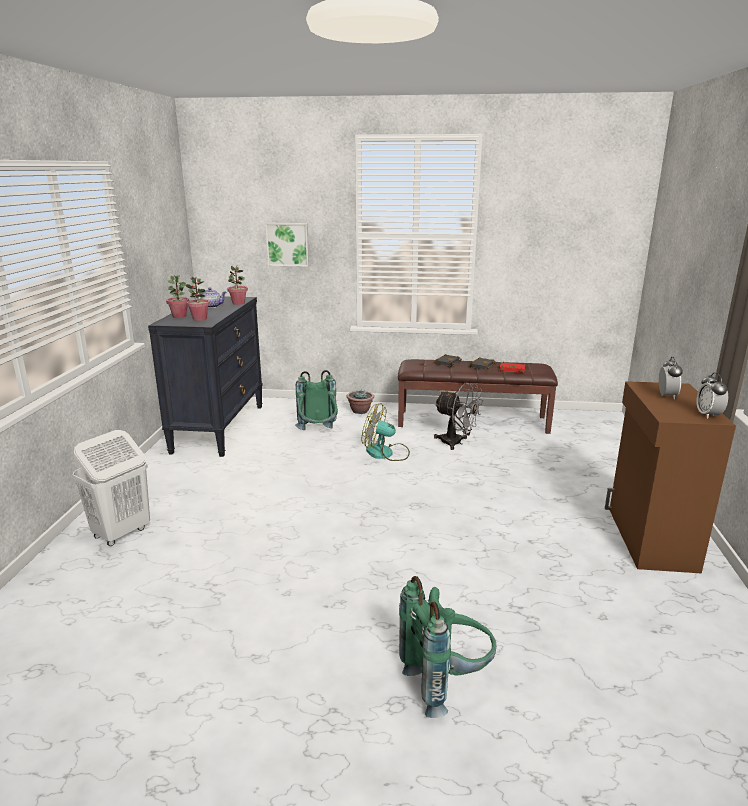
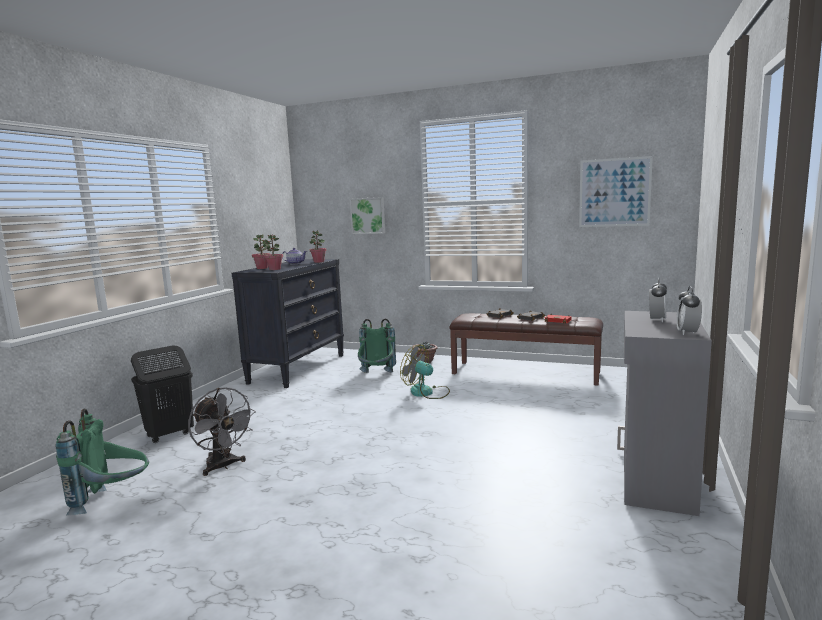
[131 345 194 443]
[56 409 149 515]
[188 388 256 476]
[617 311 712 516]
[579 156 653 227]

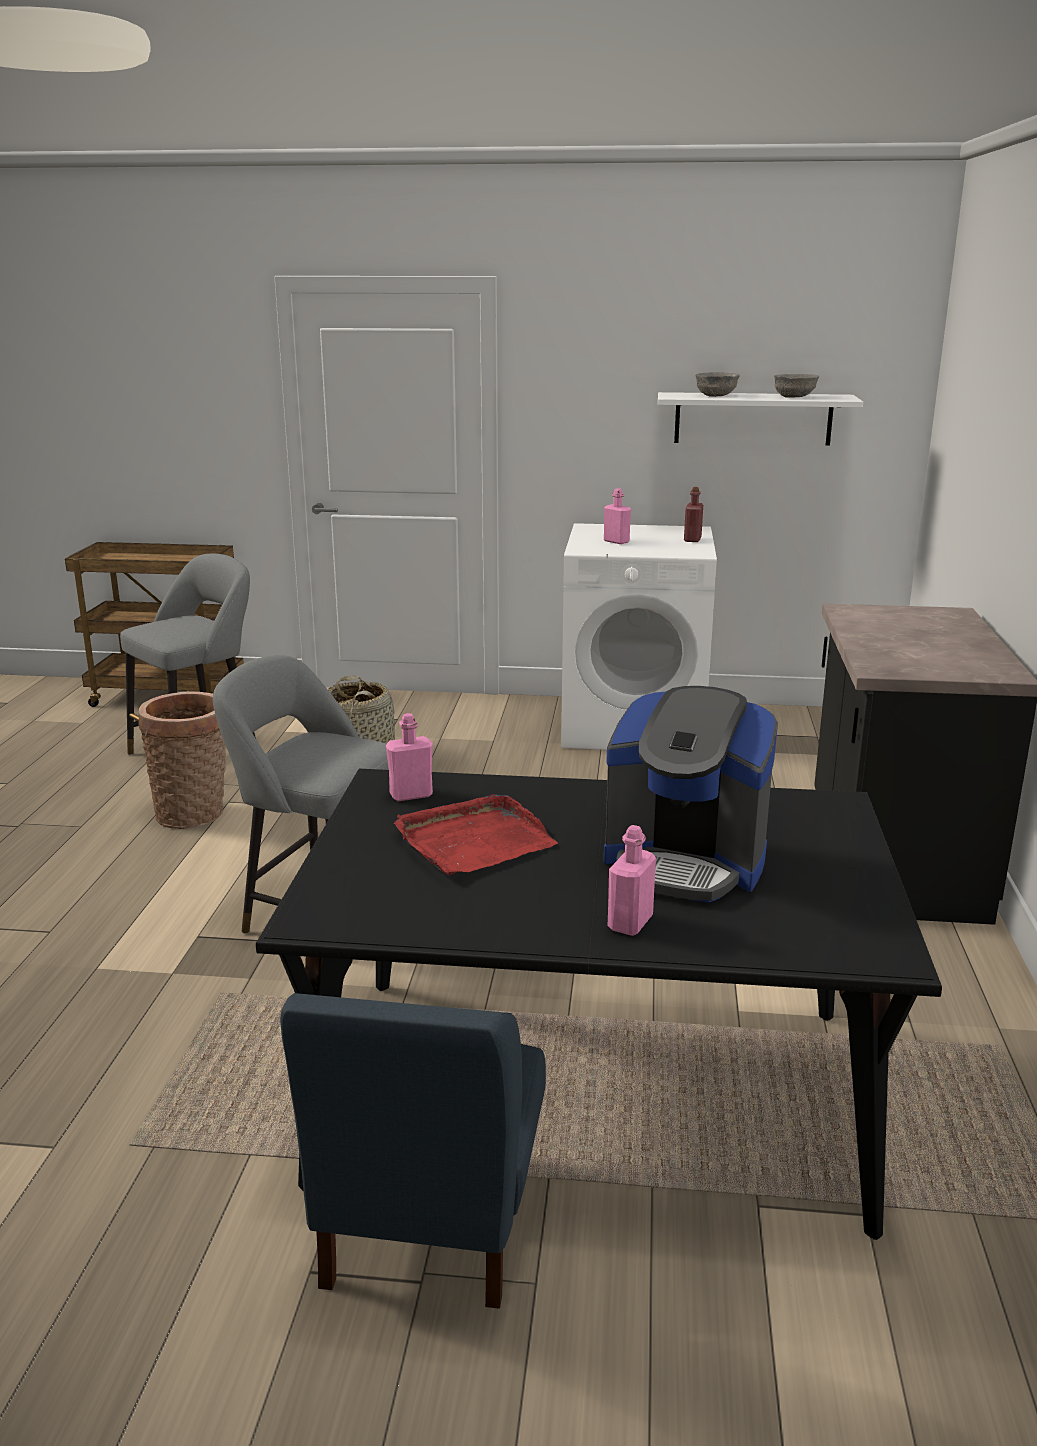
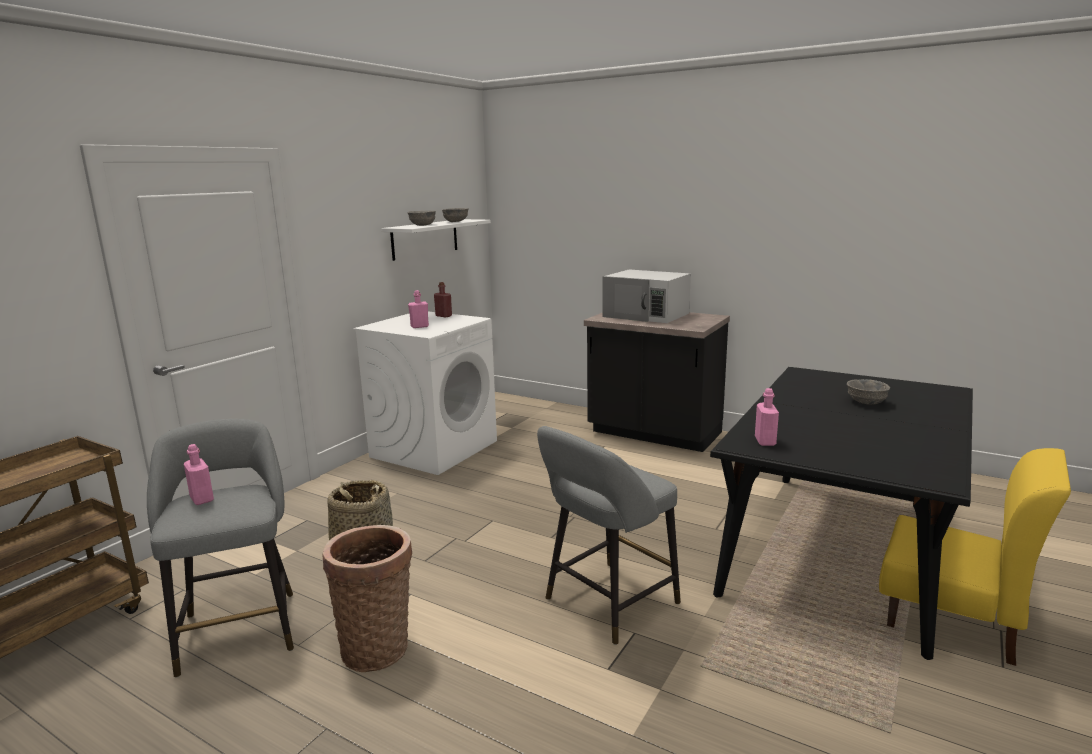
[879 448 1071 666]
[394 794 558 875] (first image)
[847 379 890 405]
[184 444 214 505]
[602 270 691 323]

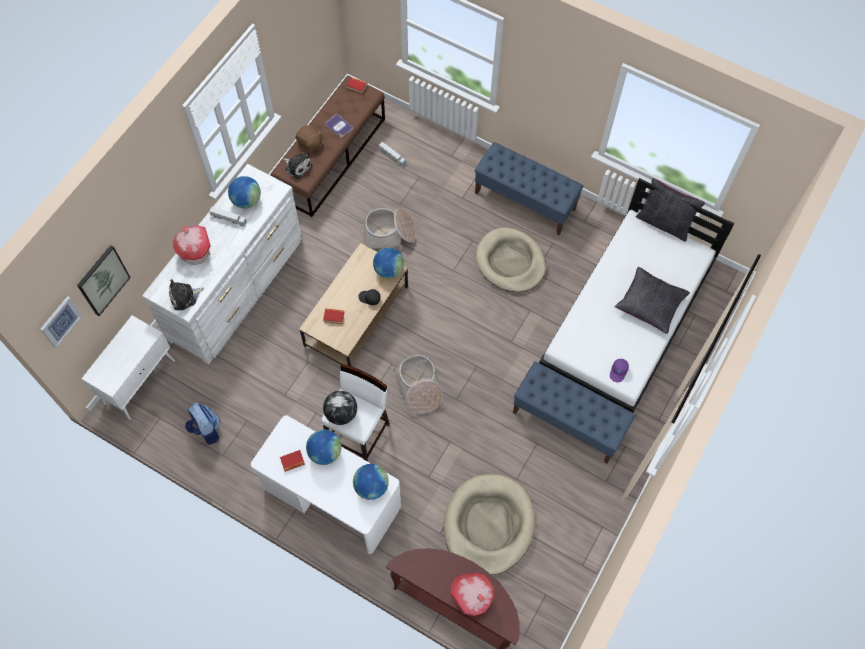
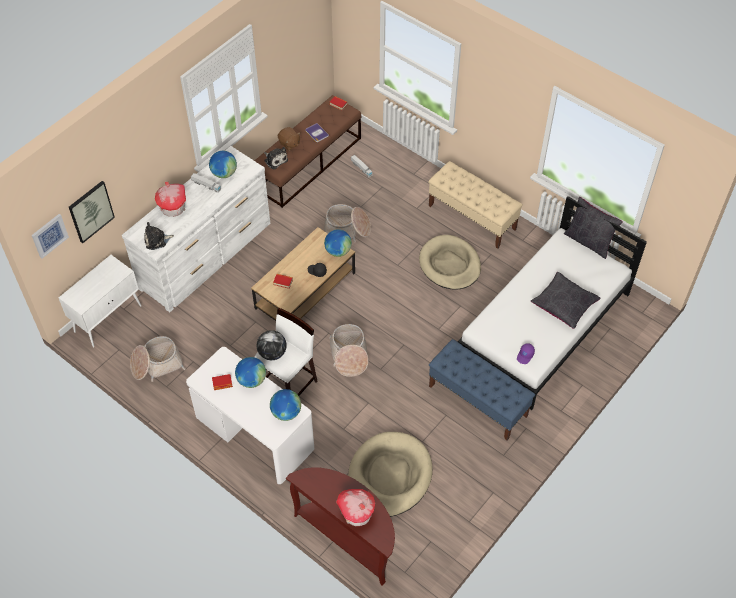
[130 336 185 382]
[428 161 523 249]

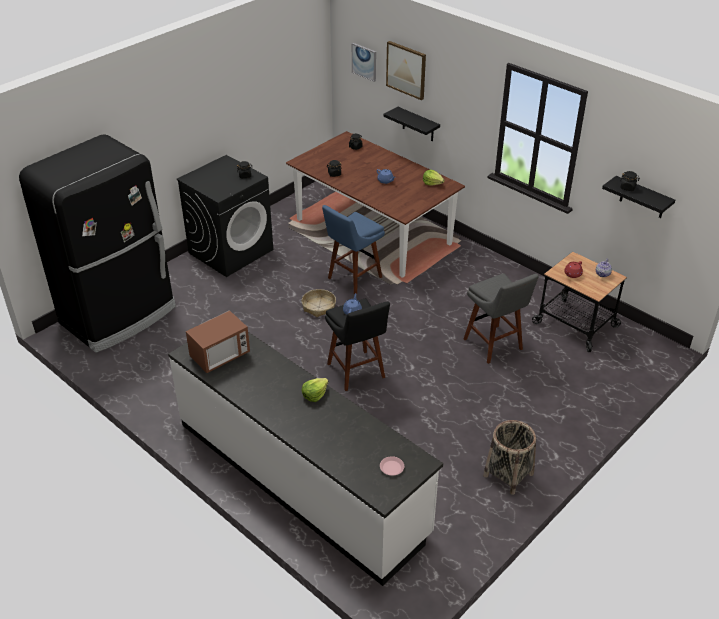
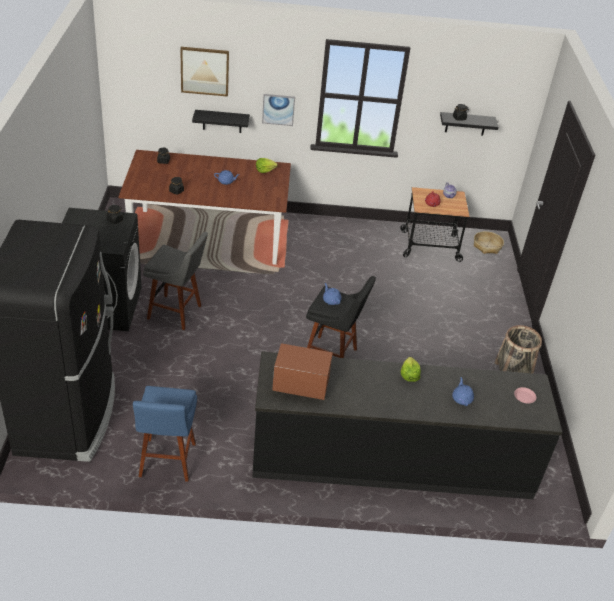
[252 351 562 499]
[272 343 333 400]
[474 231 504 254]
[133 386 197 482]
[262 94 295 126]
[143 232 208 330]
[452 377 474 406]

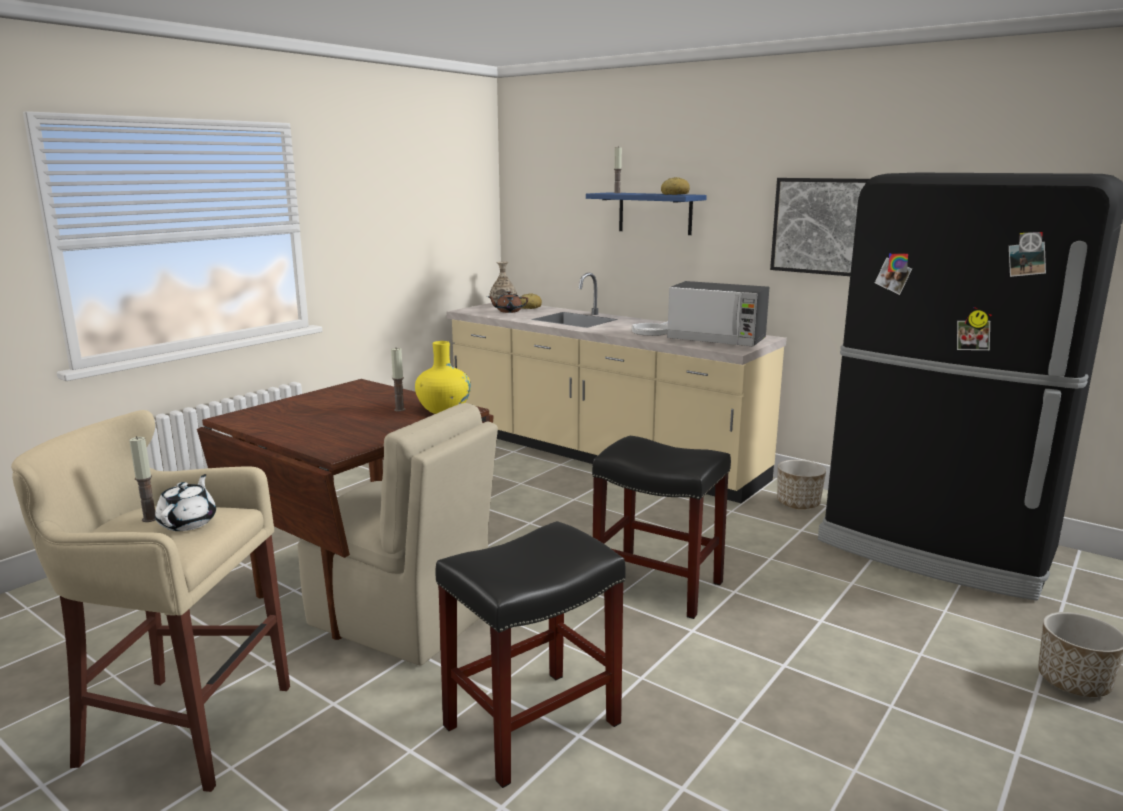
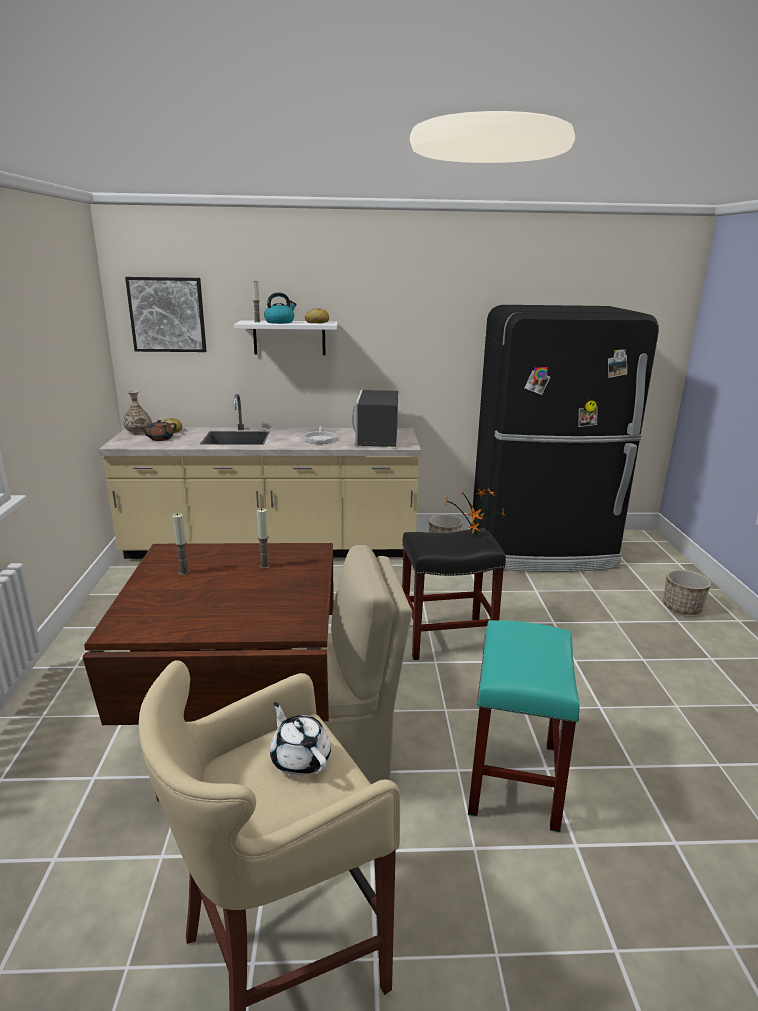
[172 514 190 575]
[415 341 471 414] (first image)
[468 620 580 833]
[234 320 337 355]
[352 390 398 447]
[125 277 206 352]
[264 292 297 324]
[445 488 504 536]

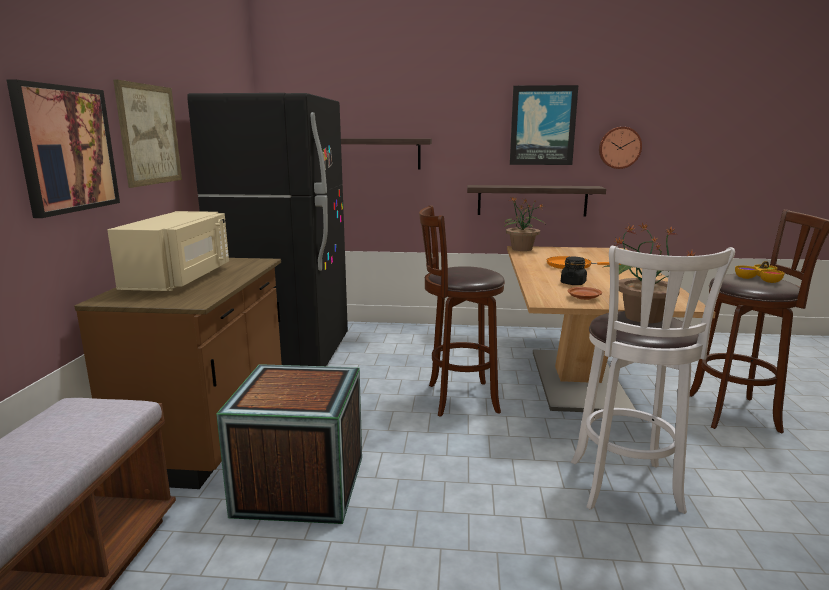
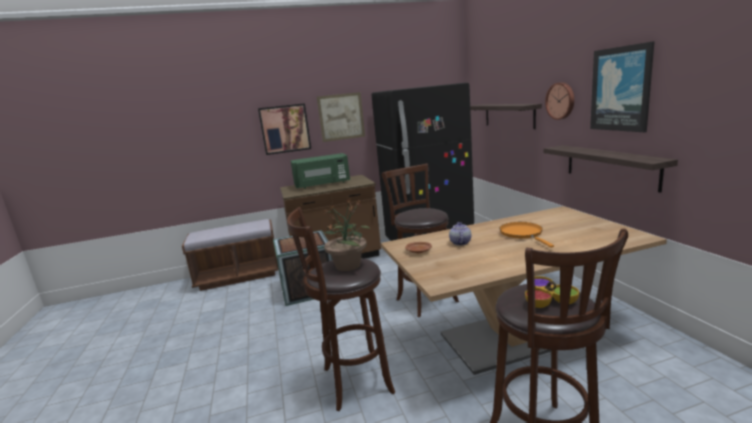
[291 153 350 189]
[504 197 544 251] (first image)
[449 222 471 246]
[287 207 395 411]
[545 82 574 120]

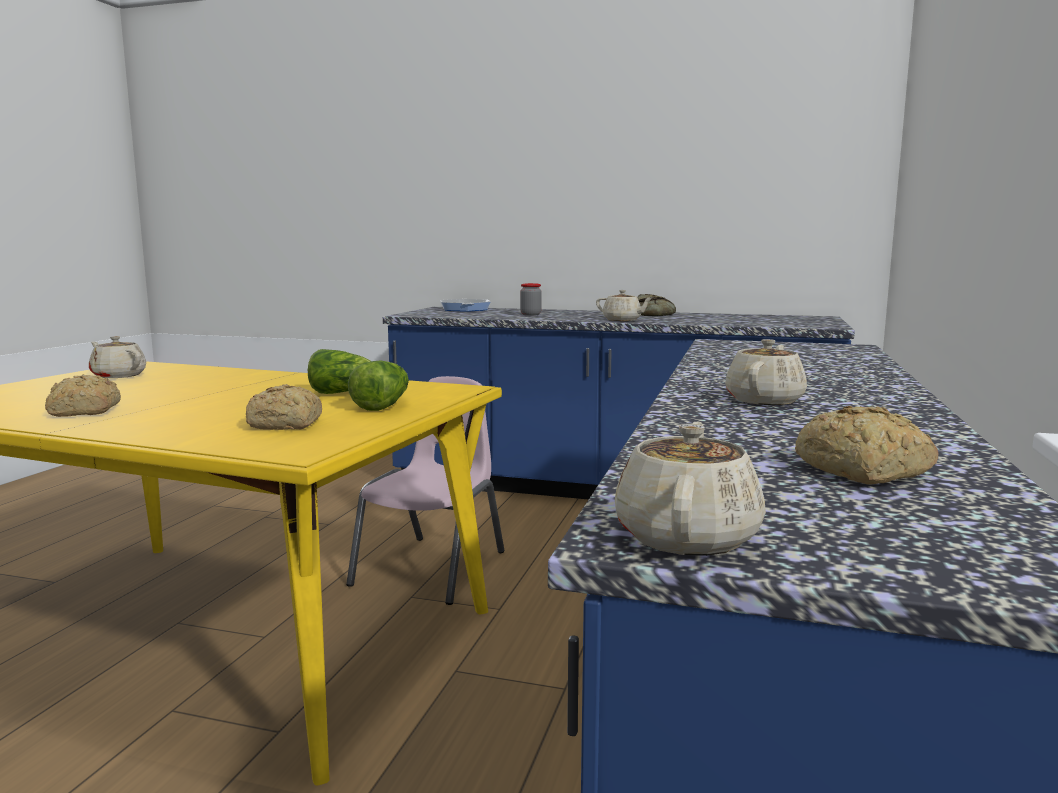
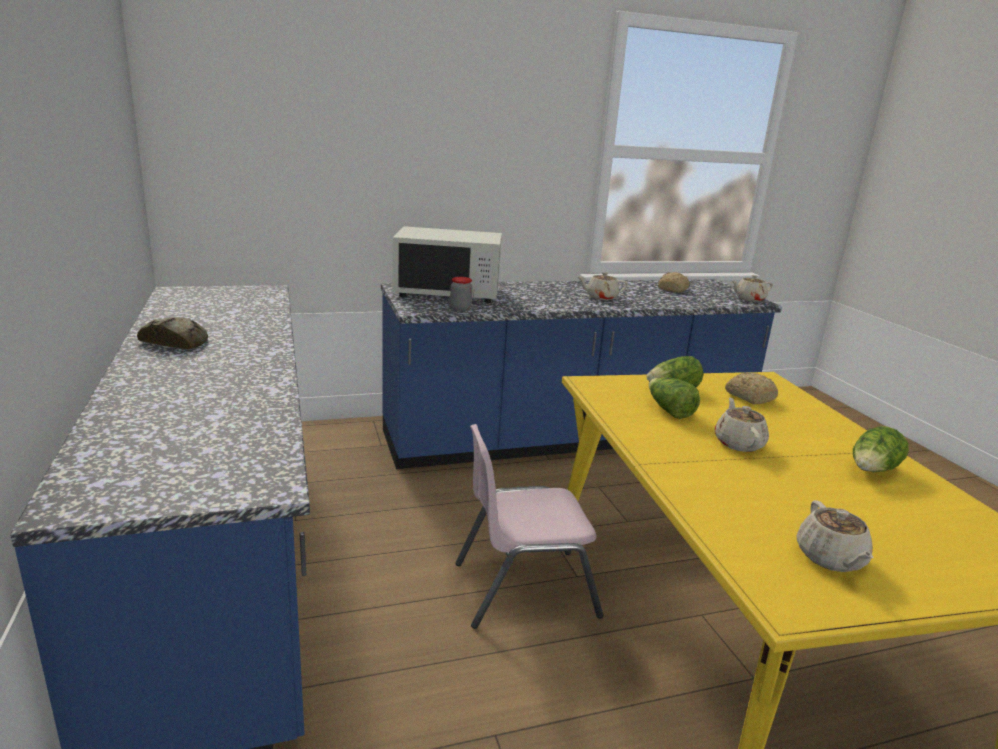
[853 426 909 472]
[440 299 491 312] (first image)
[450 277 472 311]
[715 398 769 452]
[392 226 502 303]

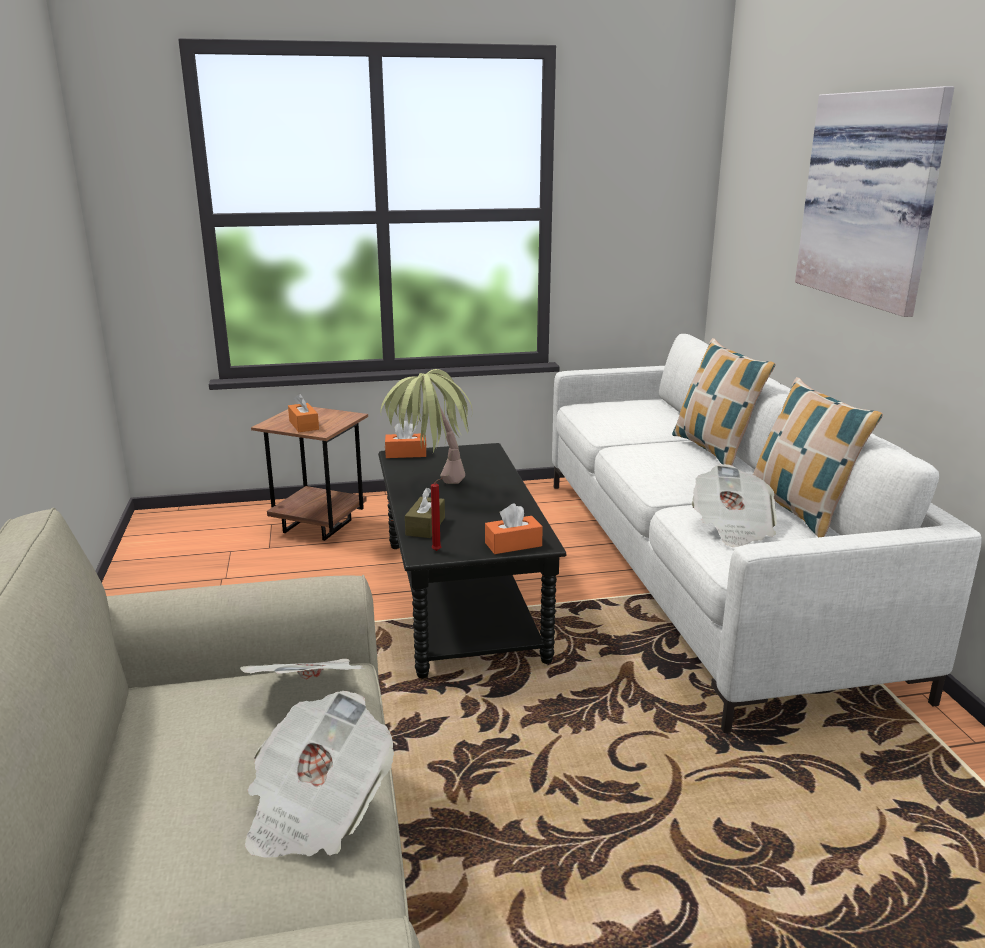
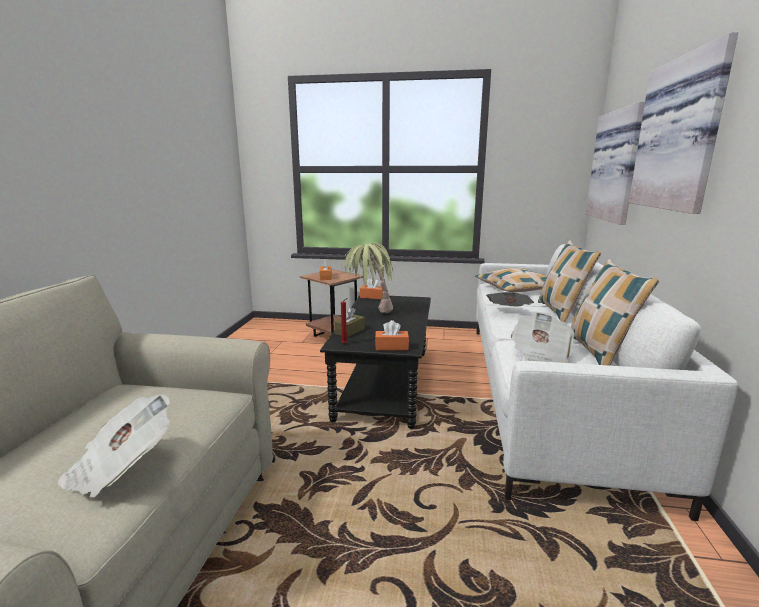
[486 292 534 307]
[475 268 547 292]
[586 101 645 225]

